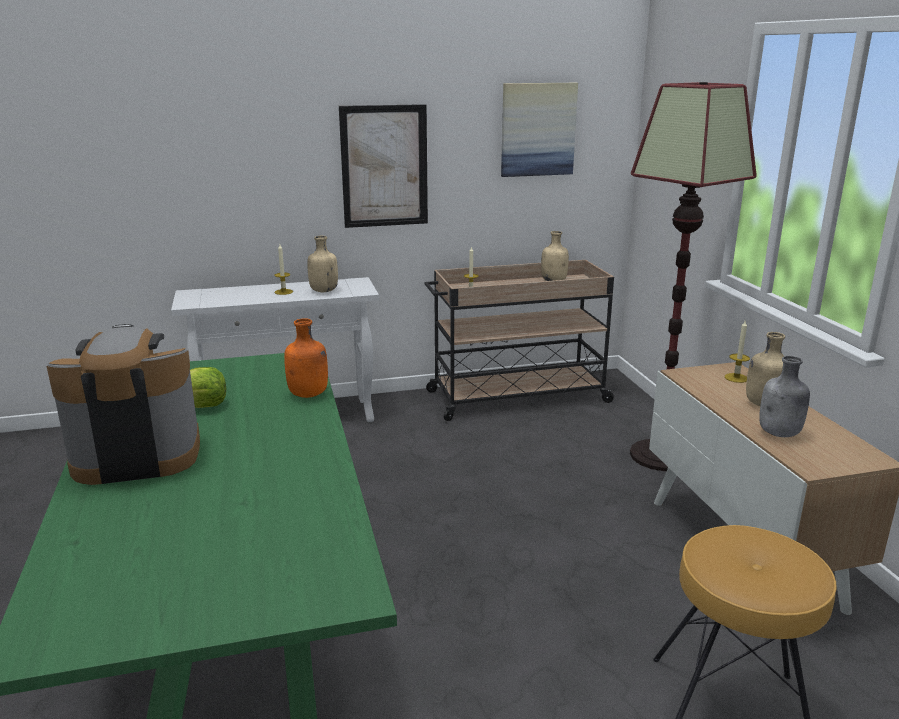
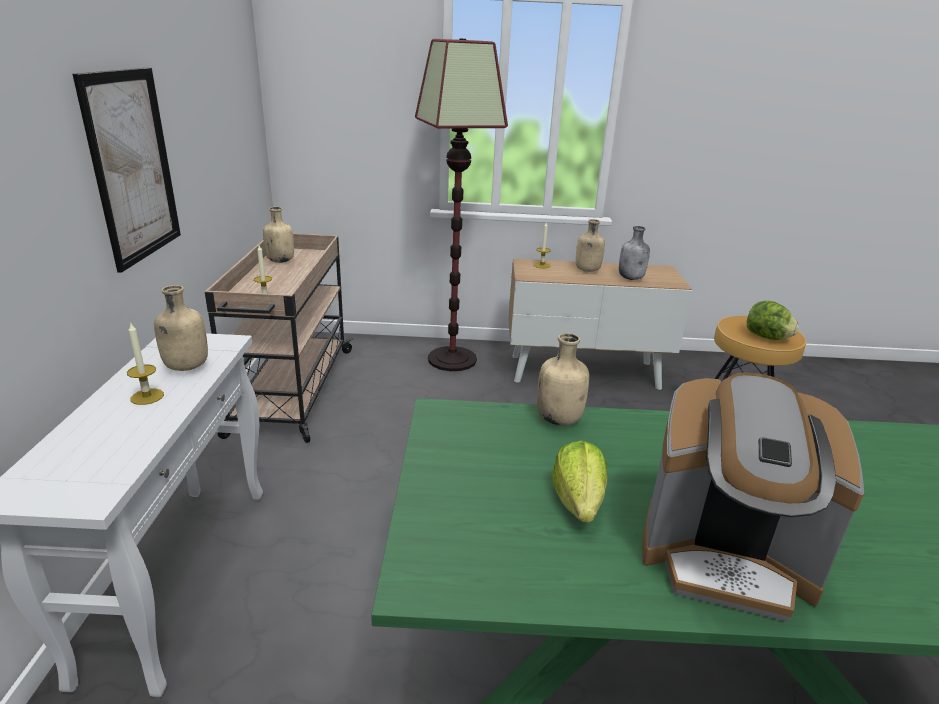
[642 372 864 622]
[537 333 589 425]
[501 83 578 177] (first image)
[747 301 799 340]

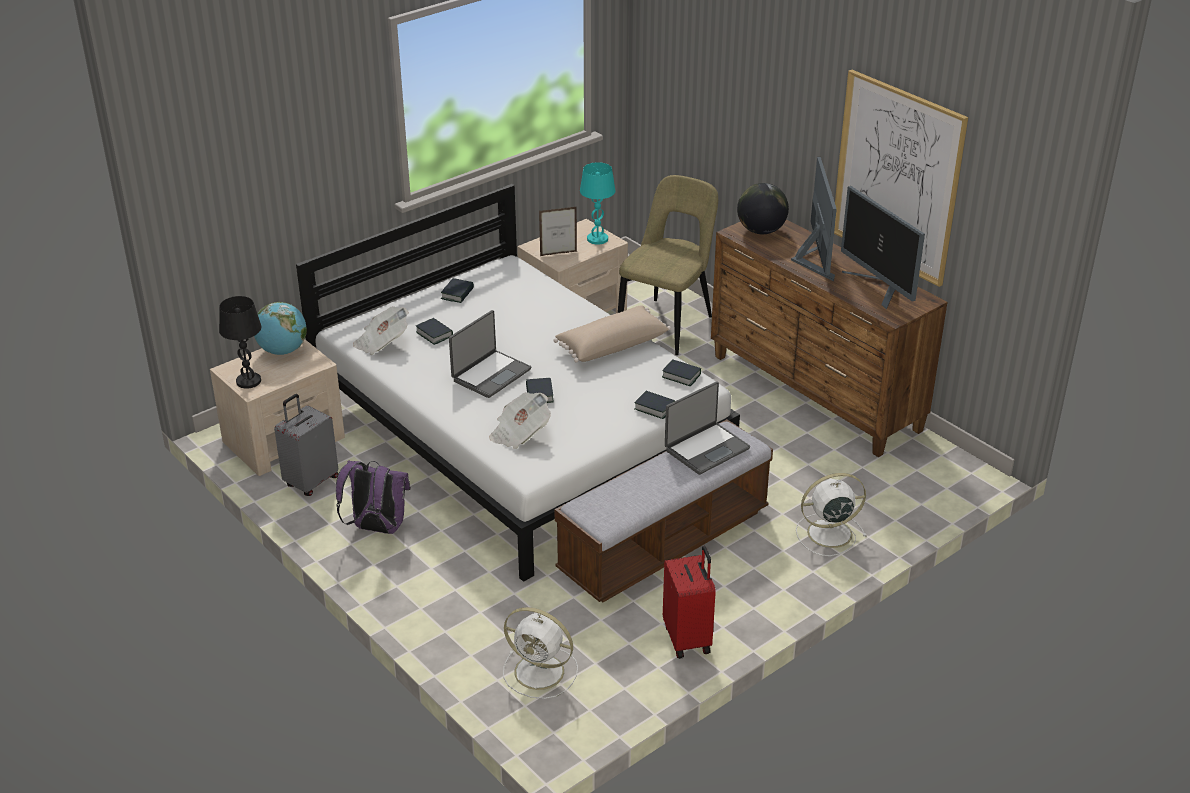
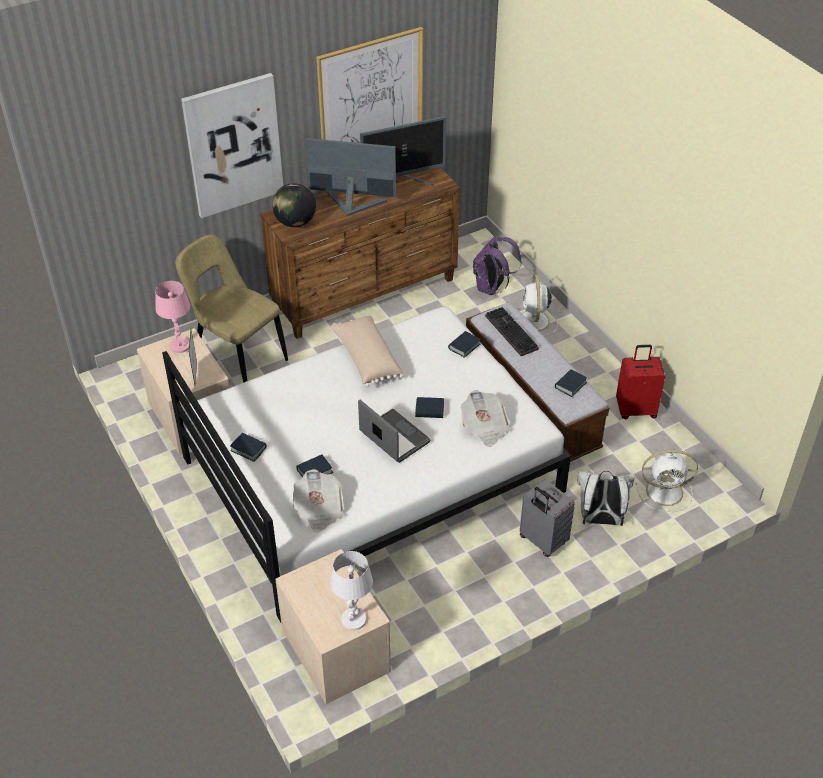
[330 551 373 630]
[254 302 307 355] (first image)
[520 479 575 557]
[473 236 521 295]
[636 450 698 512]
[156 281 190 353]
[555 369 587 397]
[485 307 539 356]
[181 73 283 218]
[577 471 635 526]

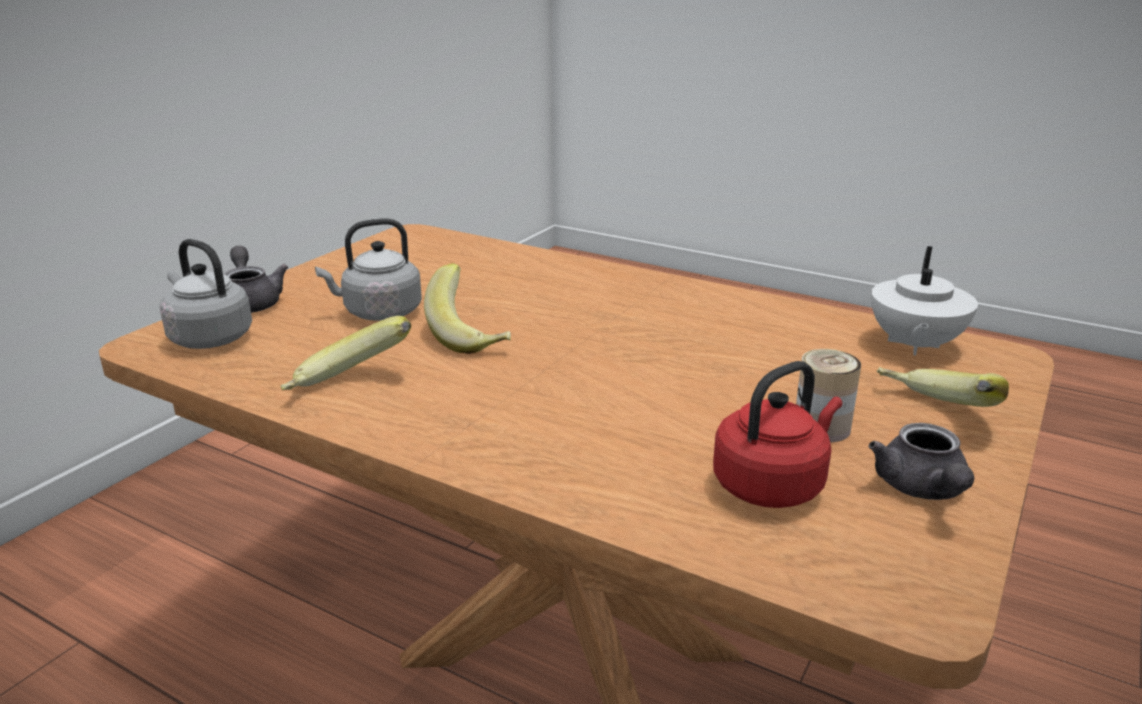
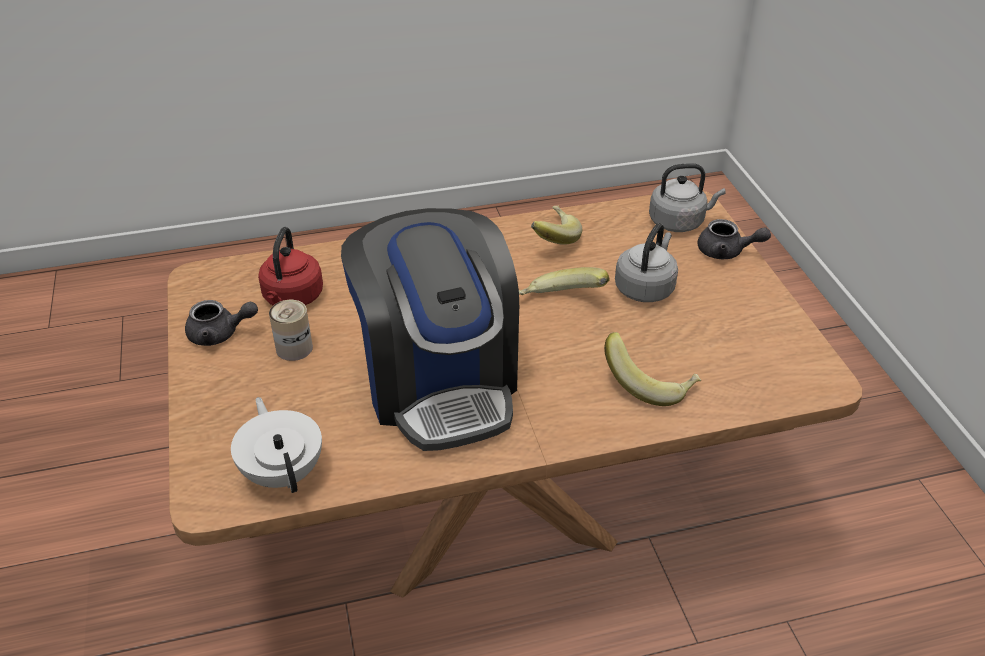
[185 300 258 346]
[604 332 701 406]
[341 208 519 451]

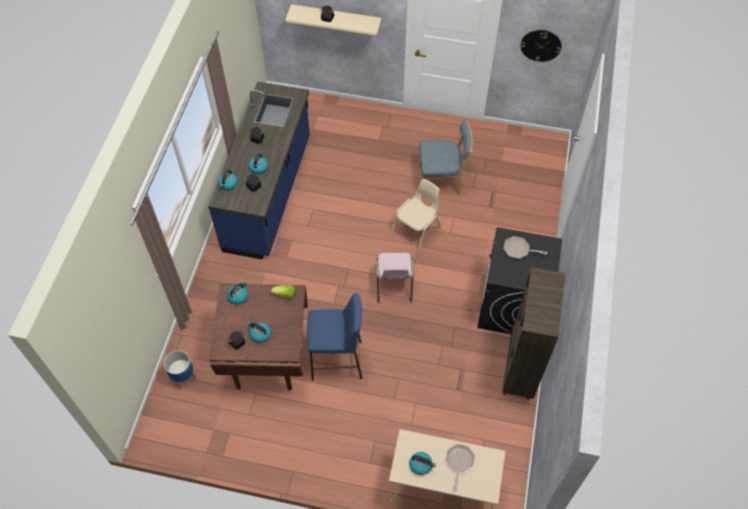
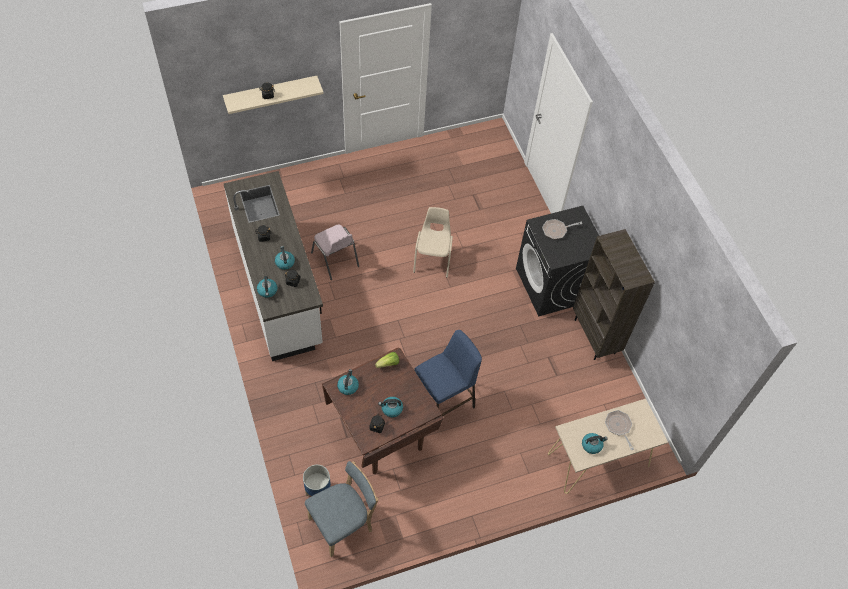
[224 171 323 361]
[311 224 359 280]
[305 461 378 557]
[521 30 561 62] (first image)

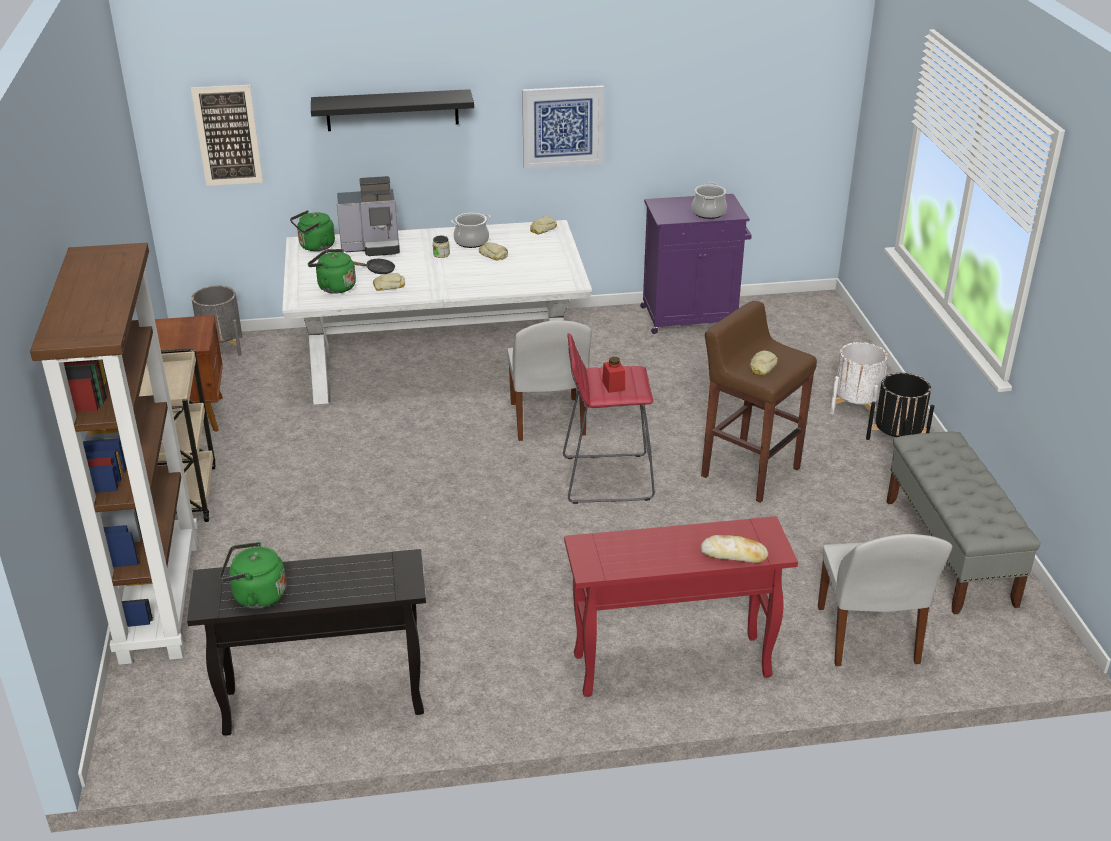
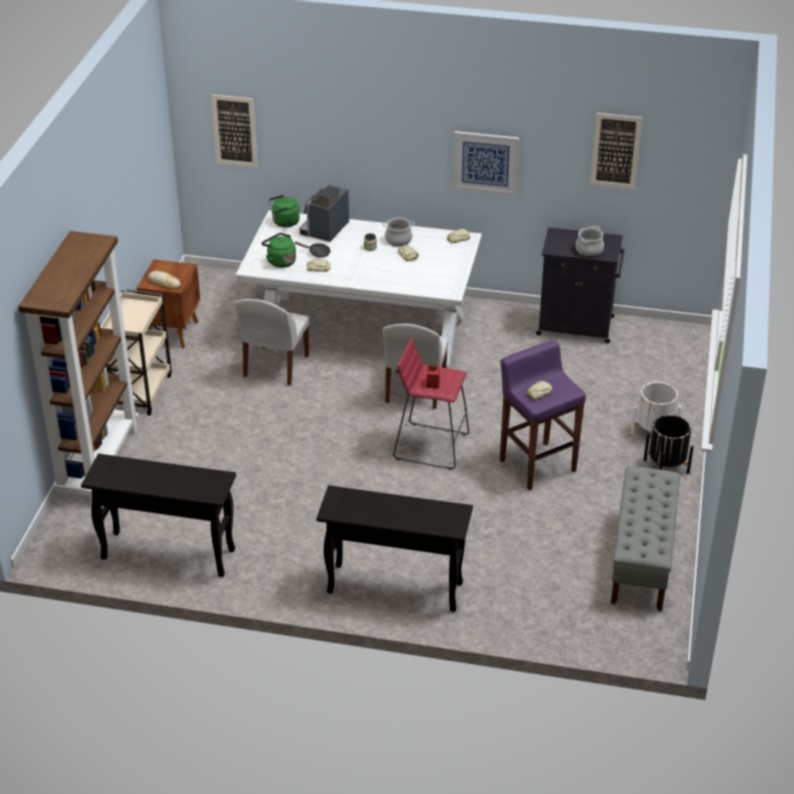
[191 286 242 356] (first image)
[220 542 287 609] (first image)
[311 89 474 131] (first image)
[300 183 349 242]
[316 485 473 612]
[536 227 625 343]
[148 270 181 289]
[500 341 586 490]
[234 299 309 386]
[590 113 642 189]

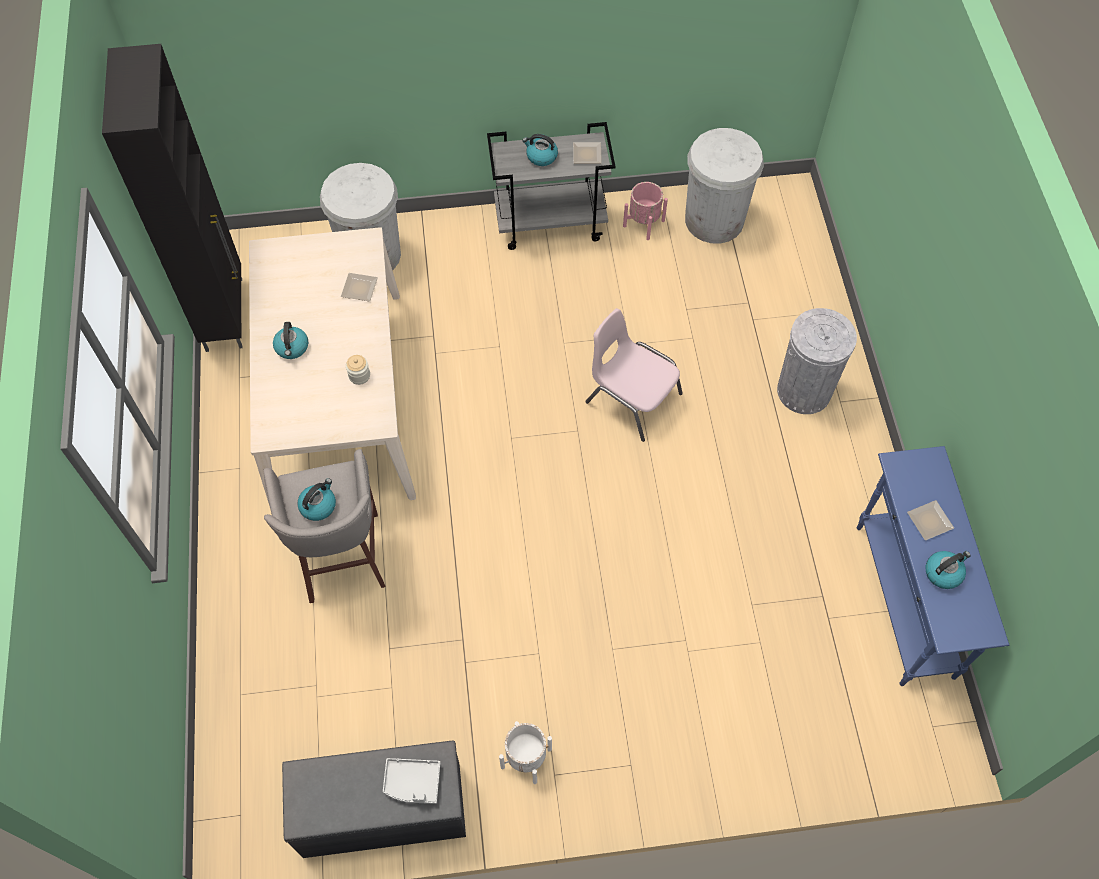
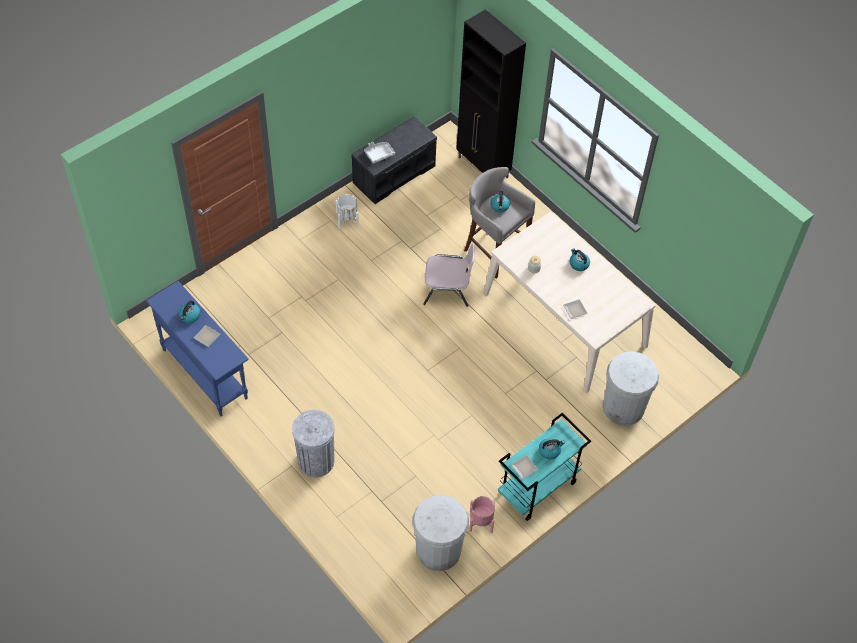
[456 9 526 178]
[498 413 591 521]
[423 243 475 307]

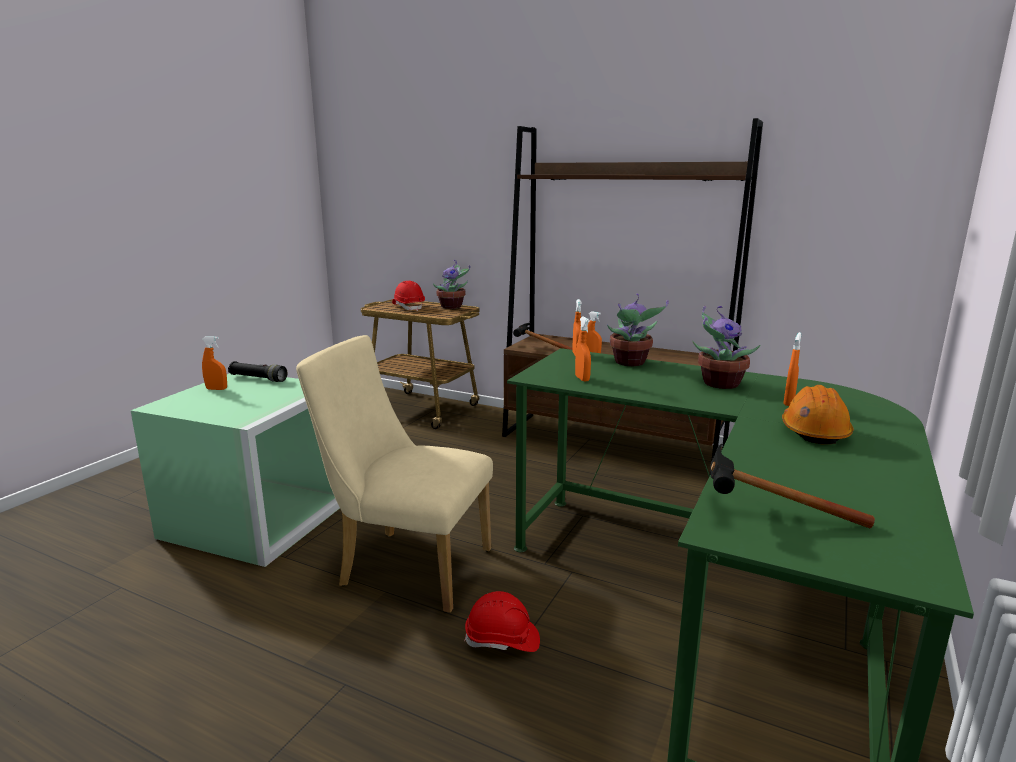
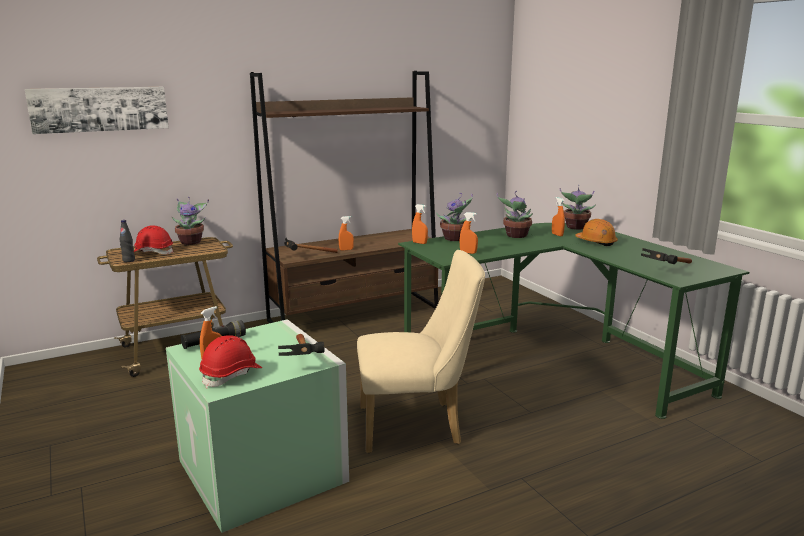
[357 250 485 453]
[199 335 262 388]
[25 87 169 134]
[120 220 135 262]
[278 334 325 356]
[560 185 596 230]

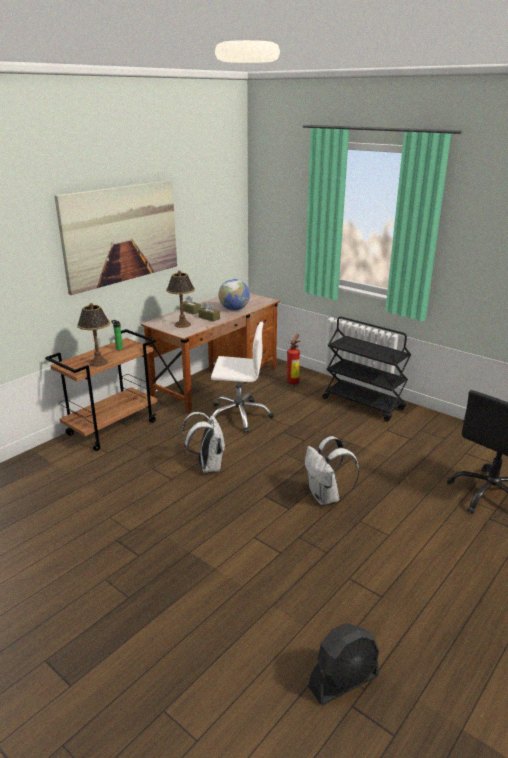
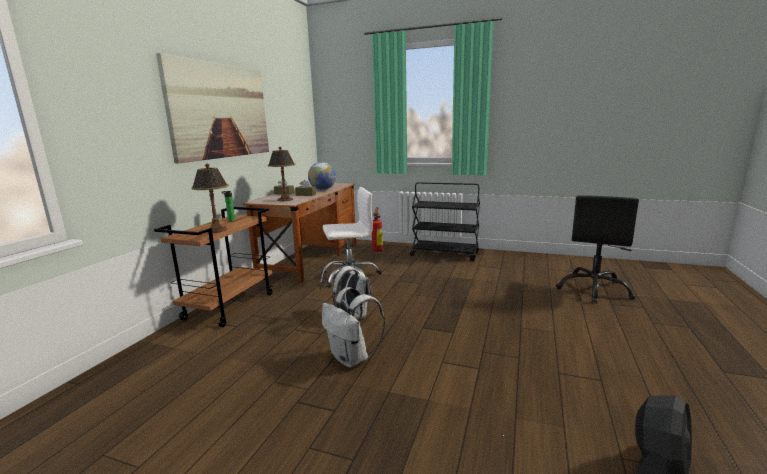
[322 287 385 367]

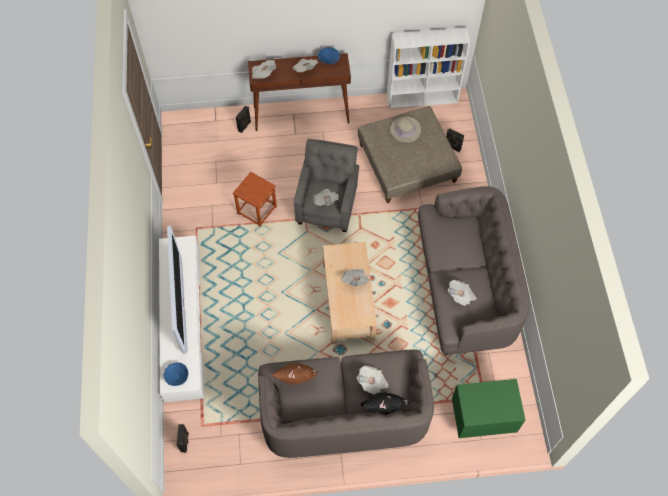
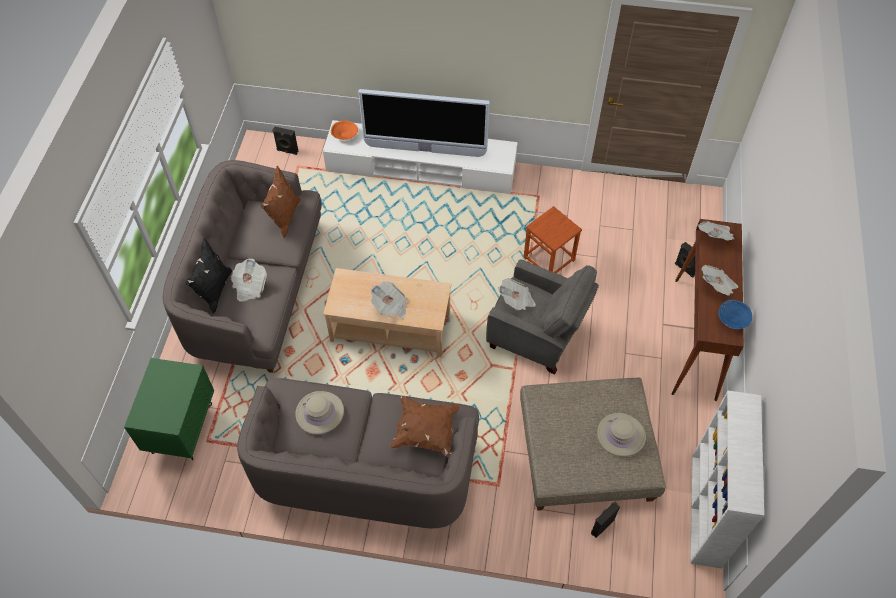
[331 120 358 140]
[295 391 344 435]
[390 395 460 457]

